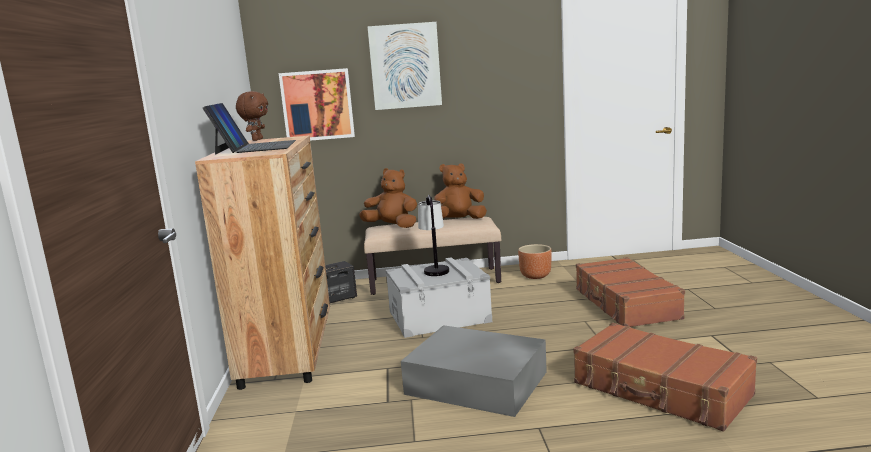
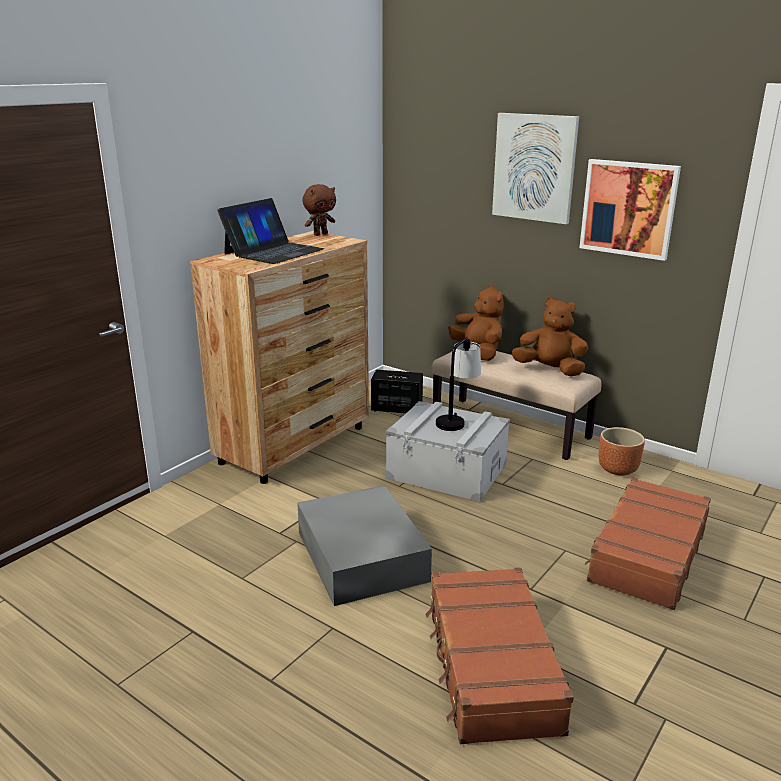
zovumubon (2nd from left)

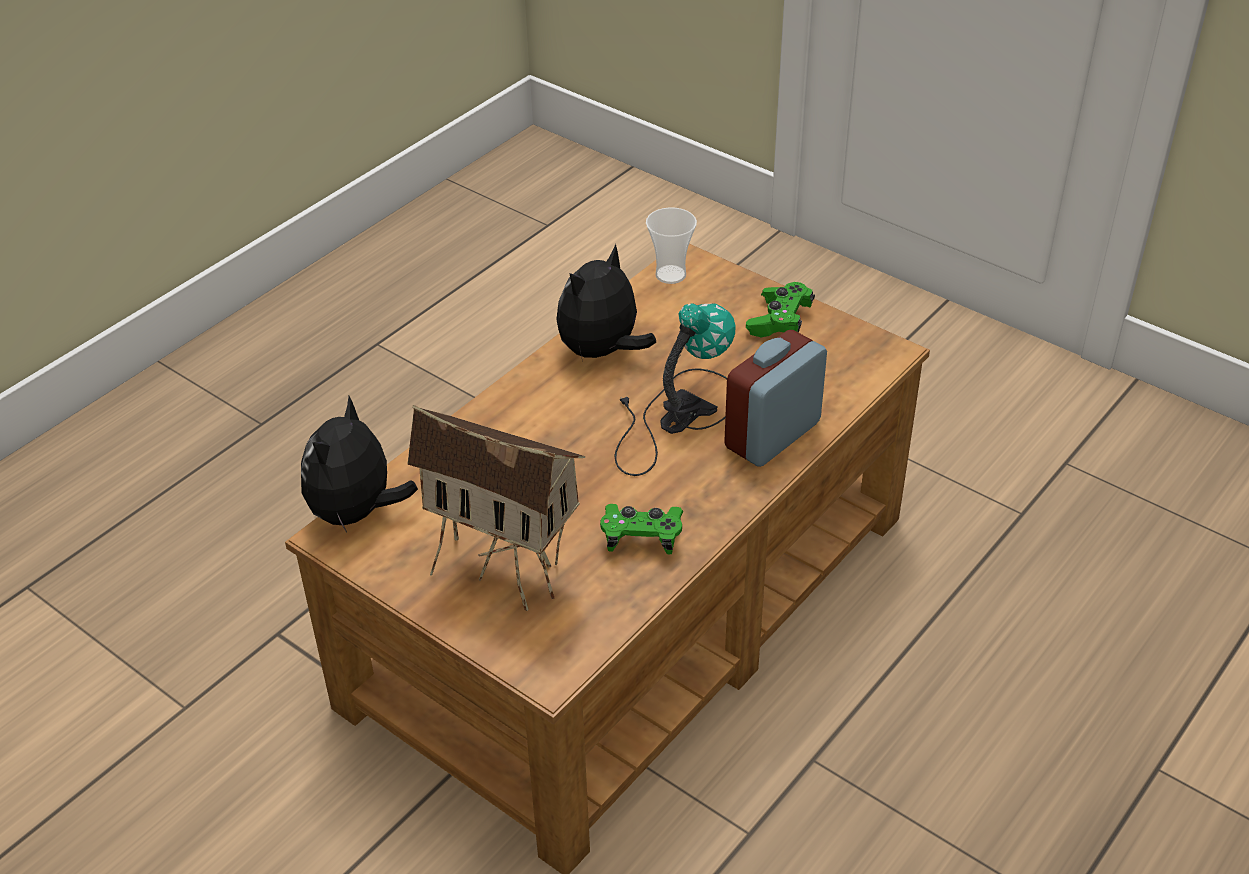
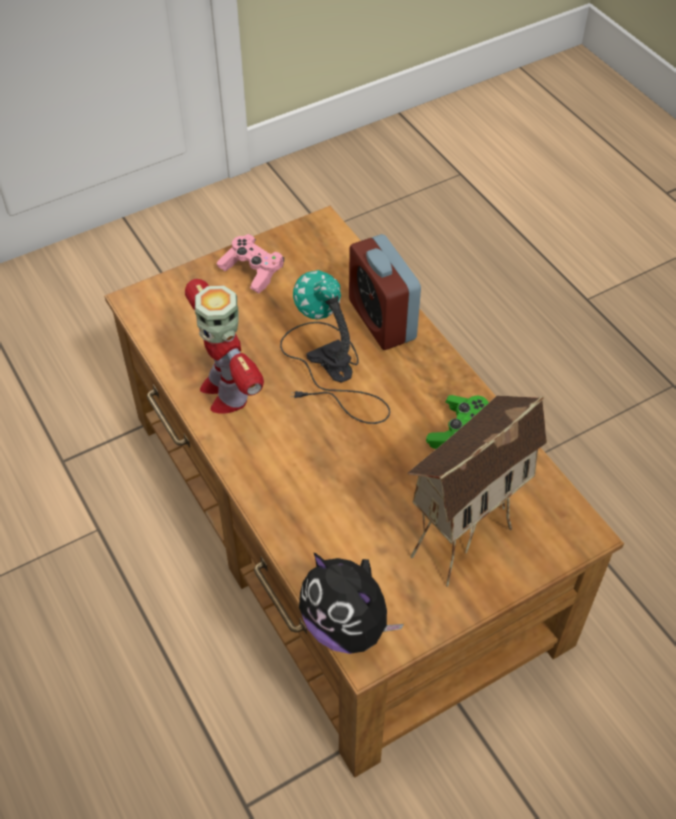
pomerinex
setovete
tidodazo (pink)

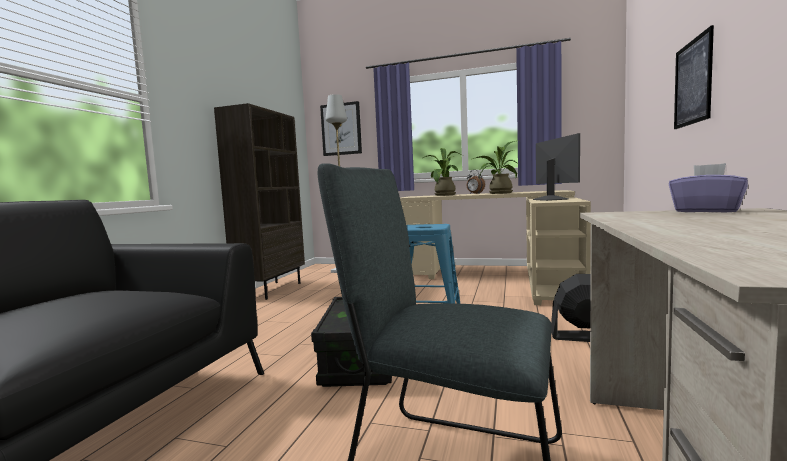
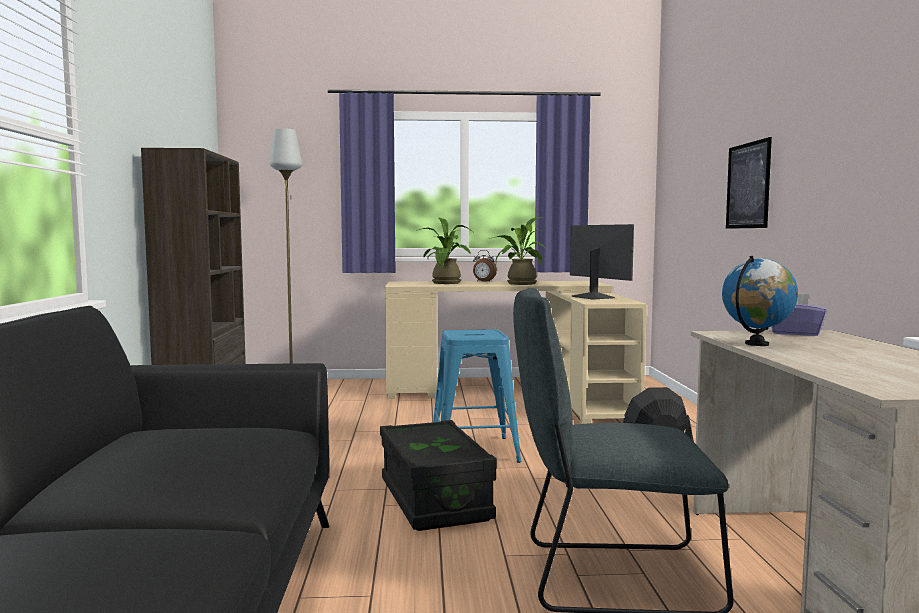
zovumubon (1st from left in the first image)
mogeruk

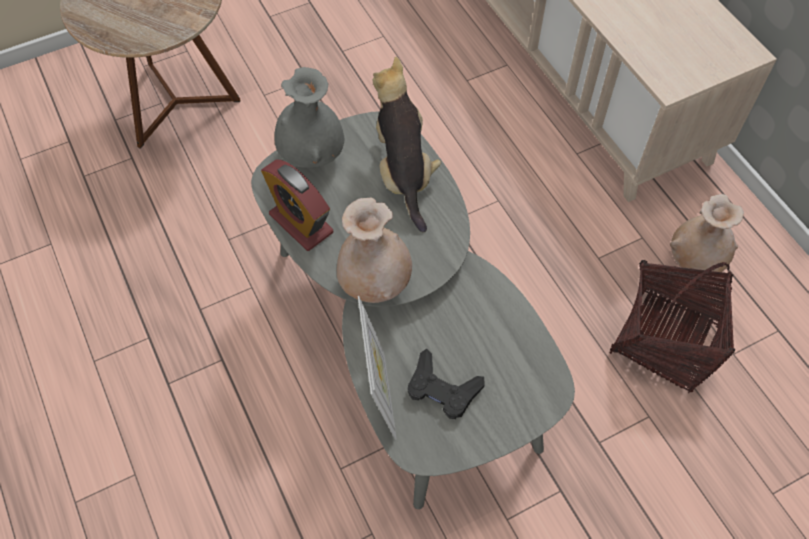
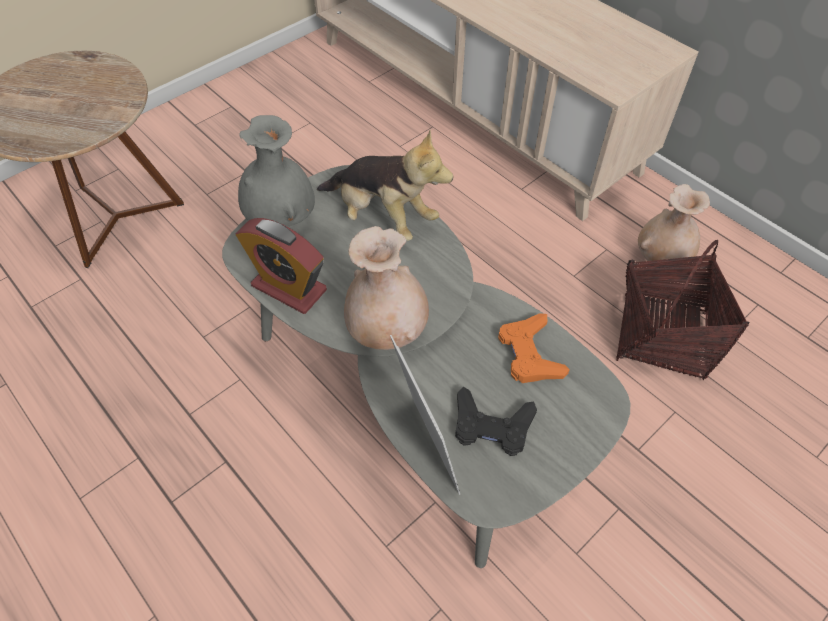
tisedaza
tidodazo (orange)

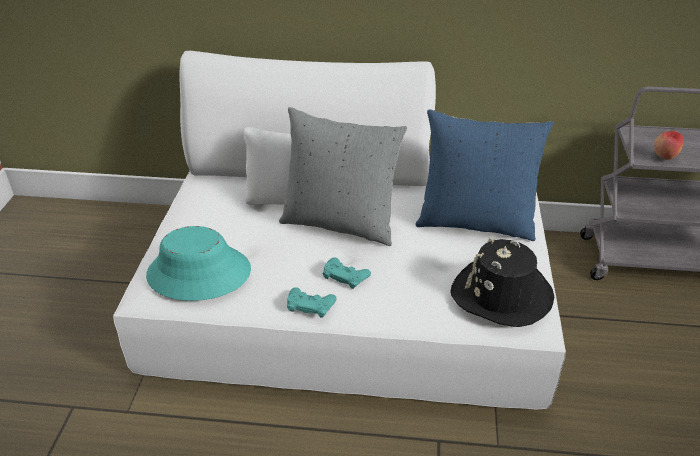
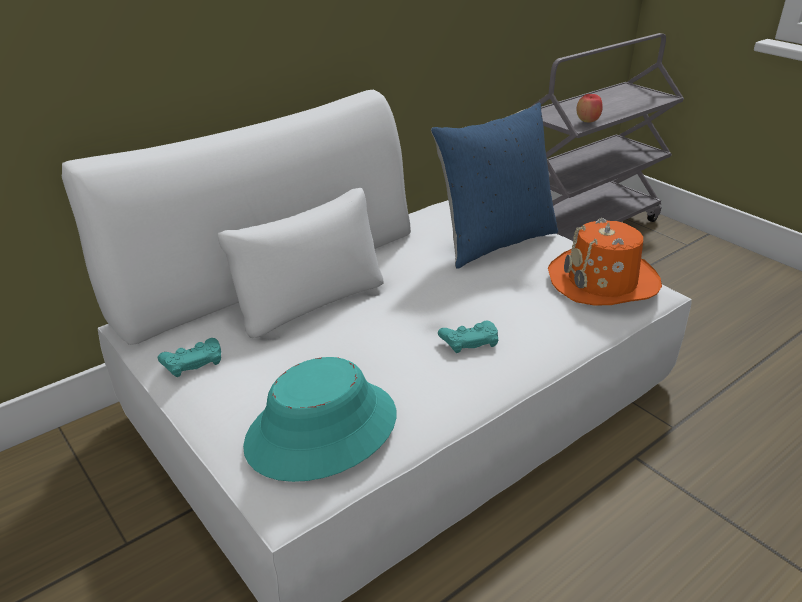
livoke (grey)
tidodazo (turquoise) (1st from left)
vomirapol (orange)

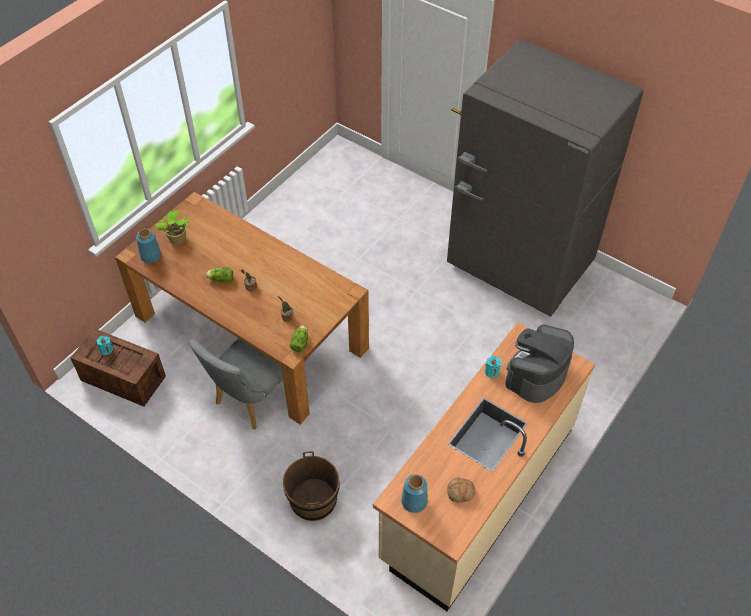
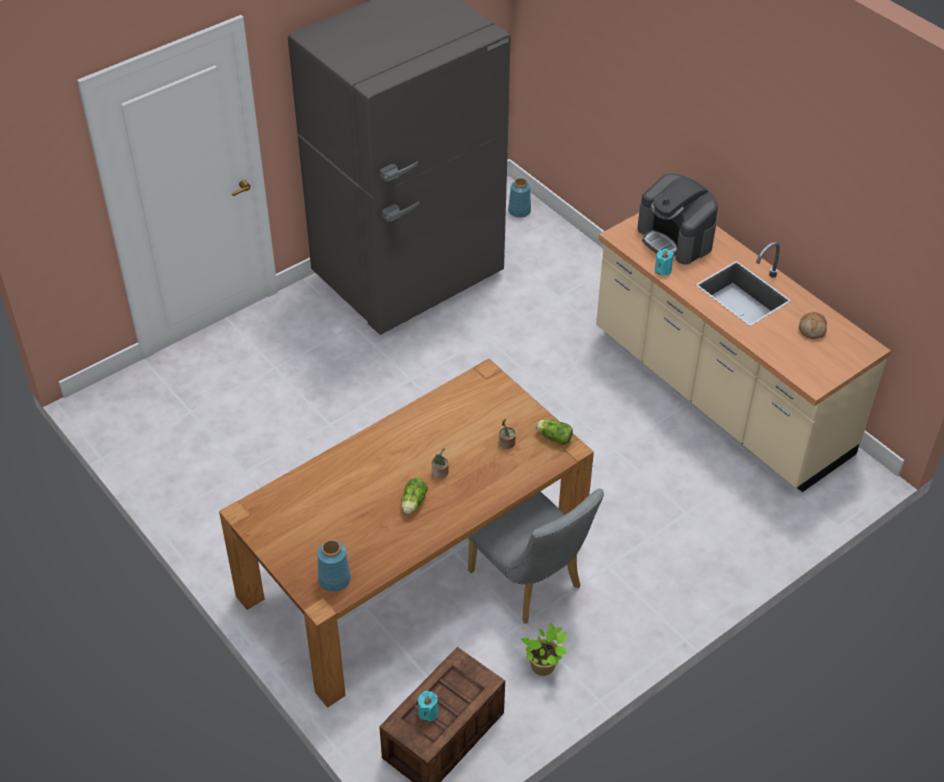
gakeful (3rd from left)
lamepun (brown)
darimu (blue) (2nd from left)

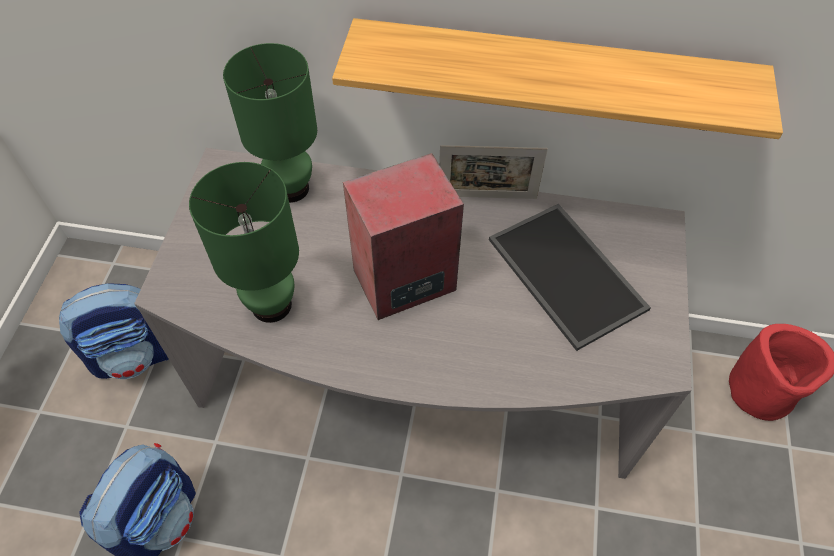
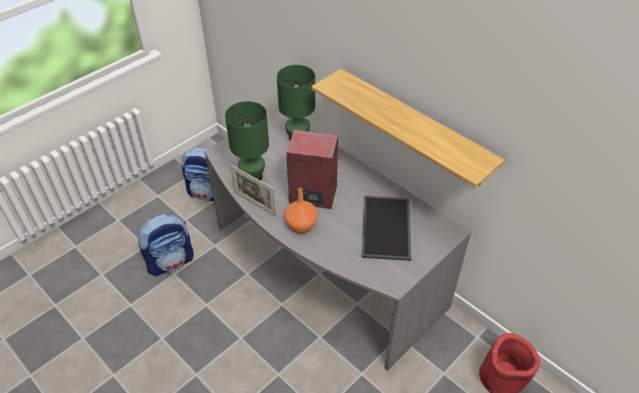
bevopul
darimu (orange)

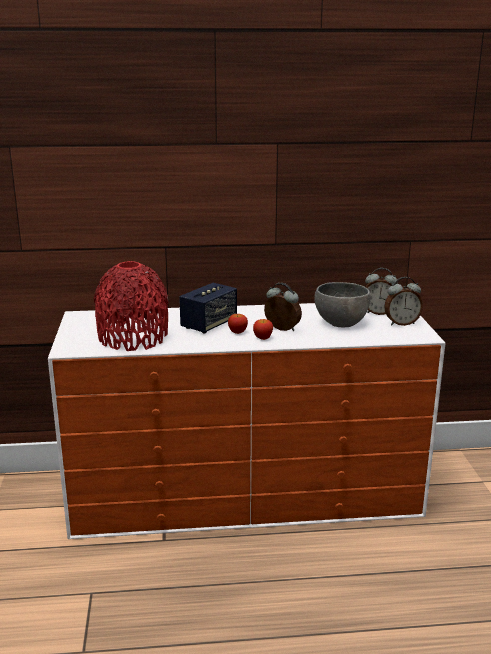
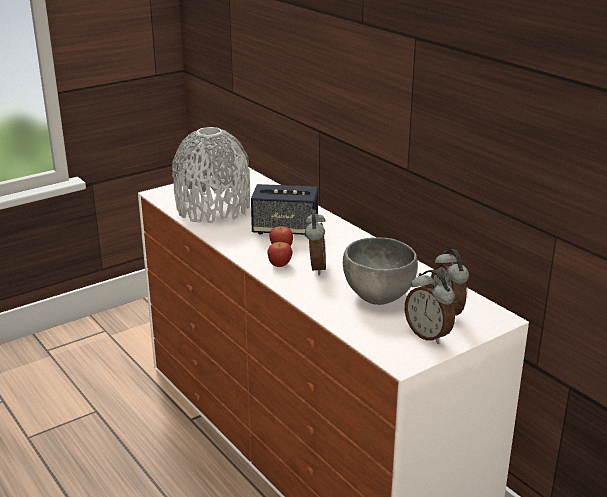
darimu (grey)

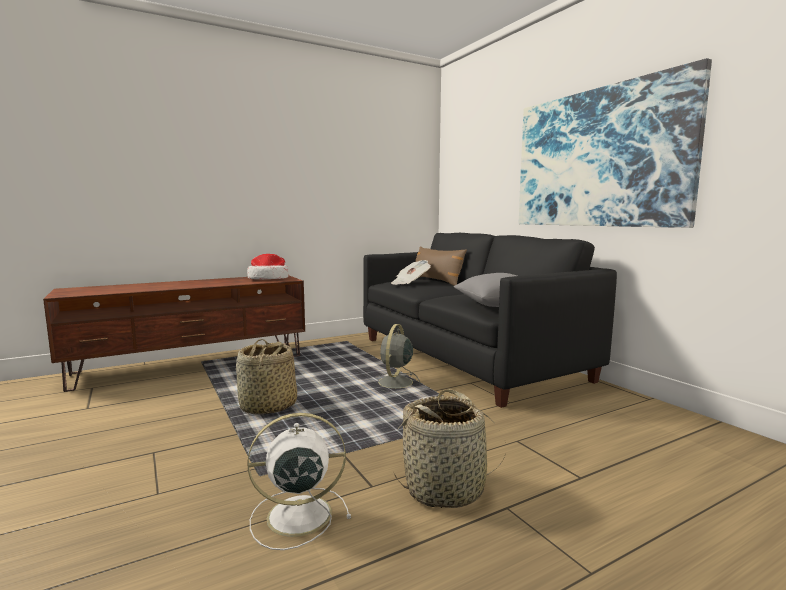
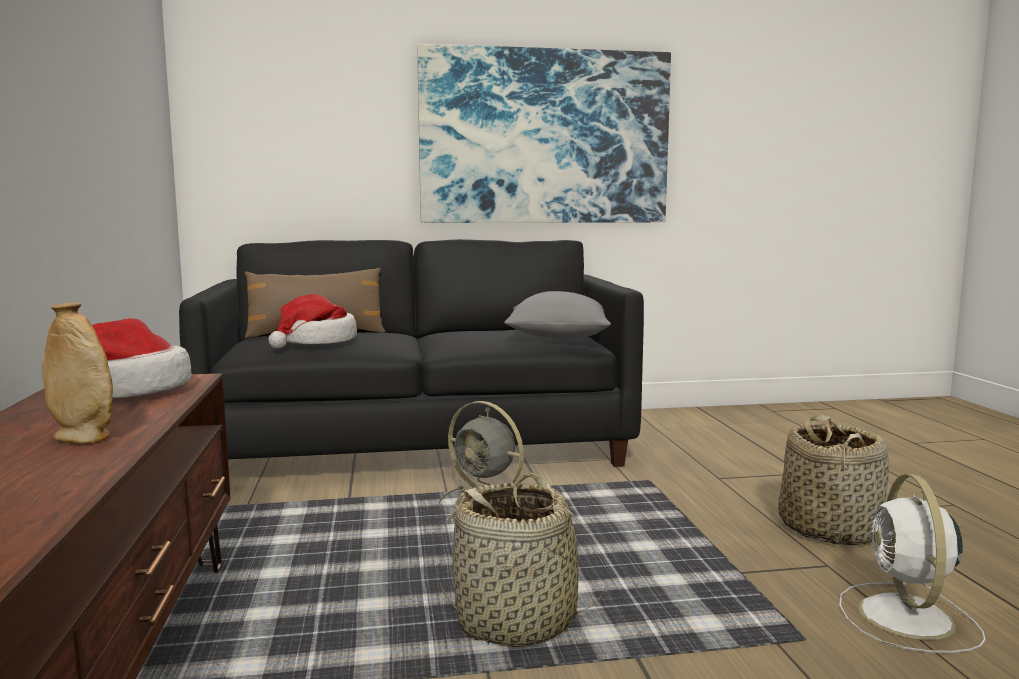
vomirapol (2nd from left)
darimu (beige)

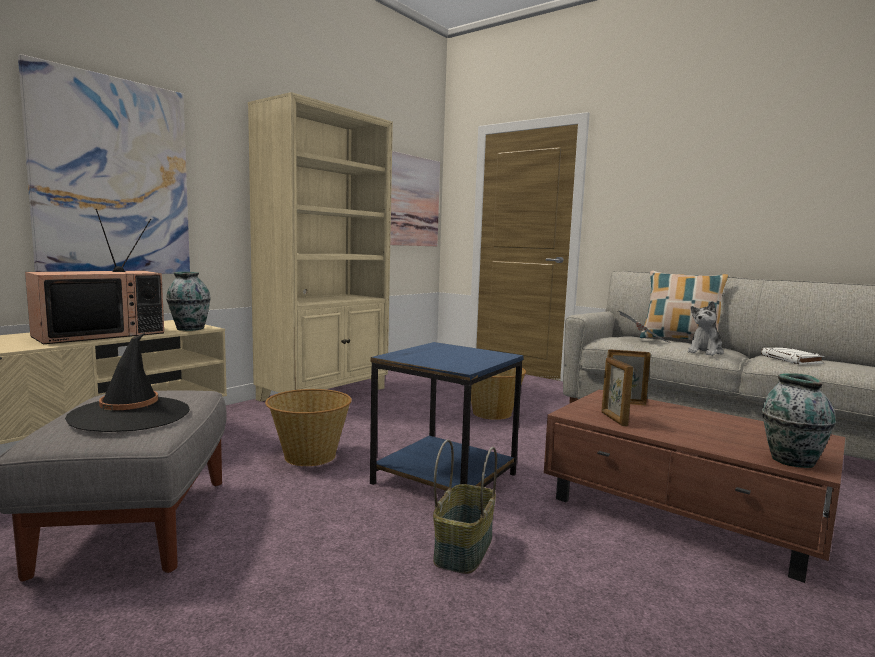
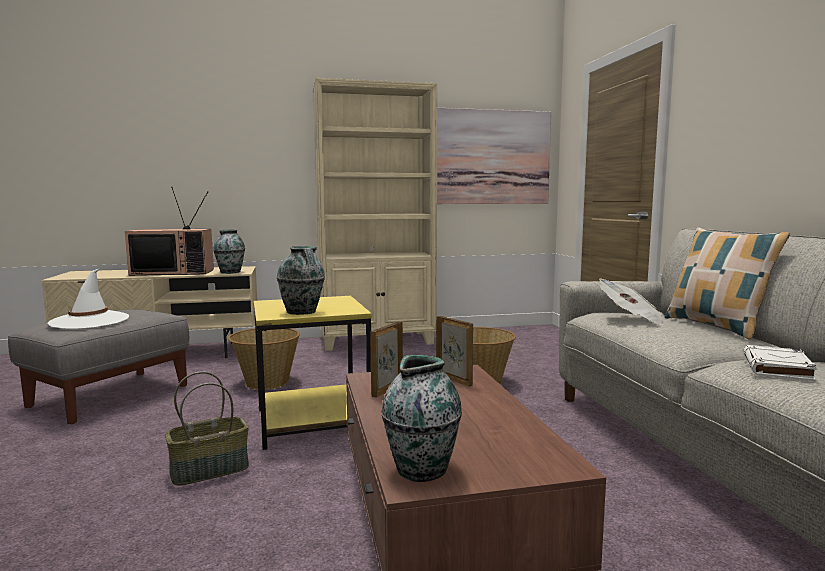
zovumubon (1st from left in the first image)
vomirapol (white)
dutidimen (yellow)
tisedaza
darimu (2nd from left)

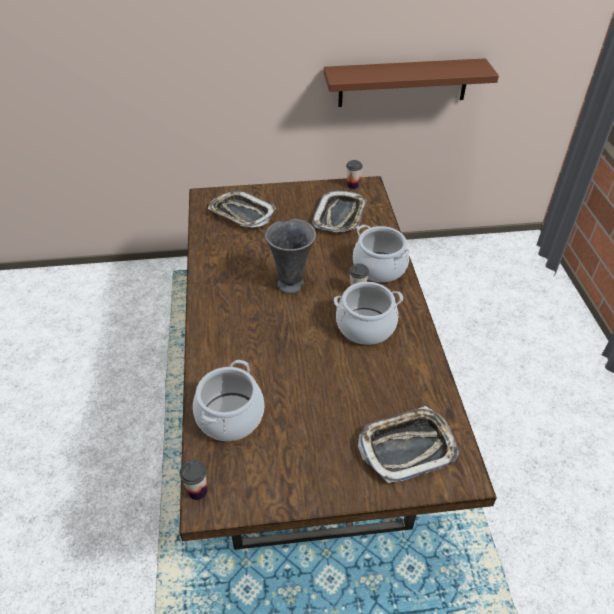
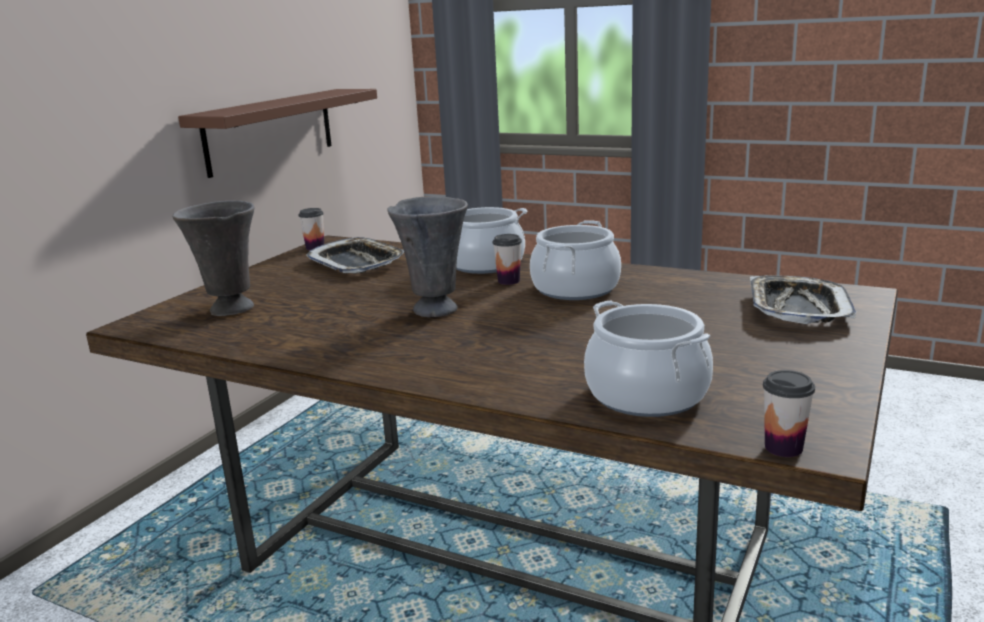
darimu (grey) (1st from left)

